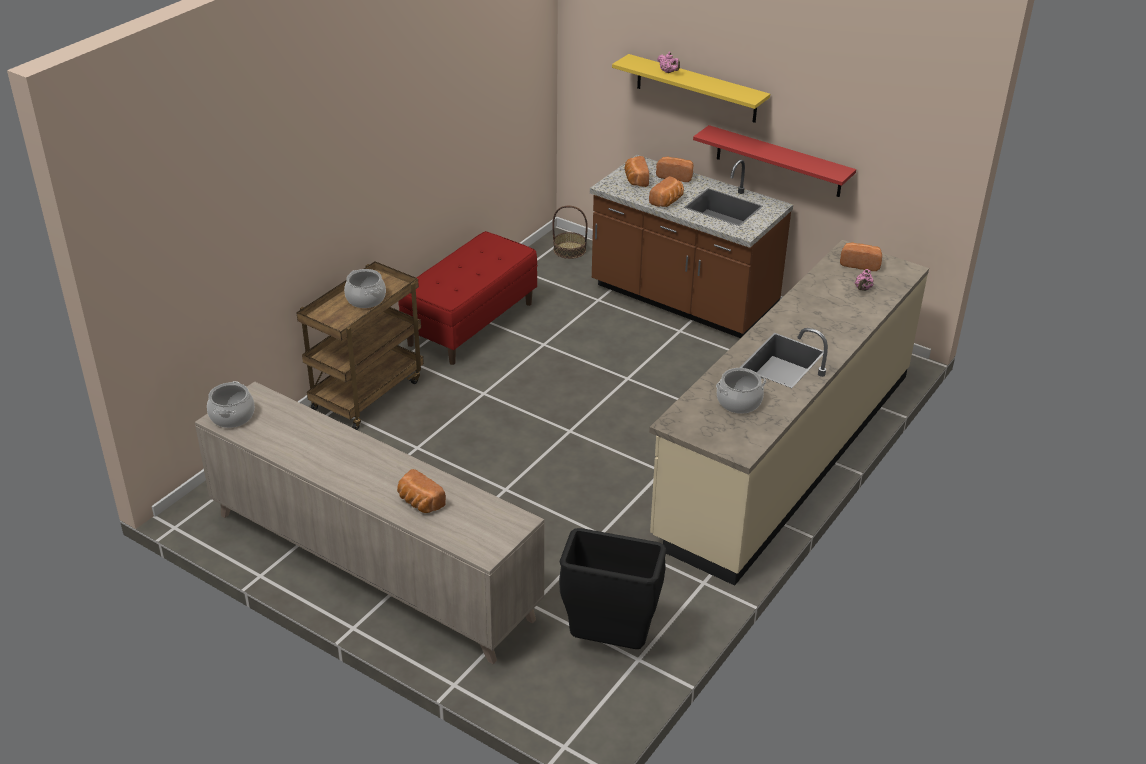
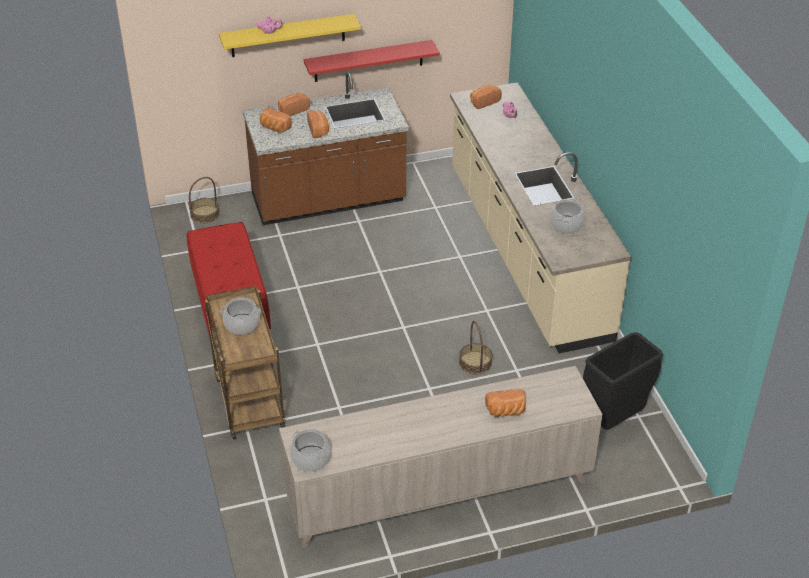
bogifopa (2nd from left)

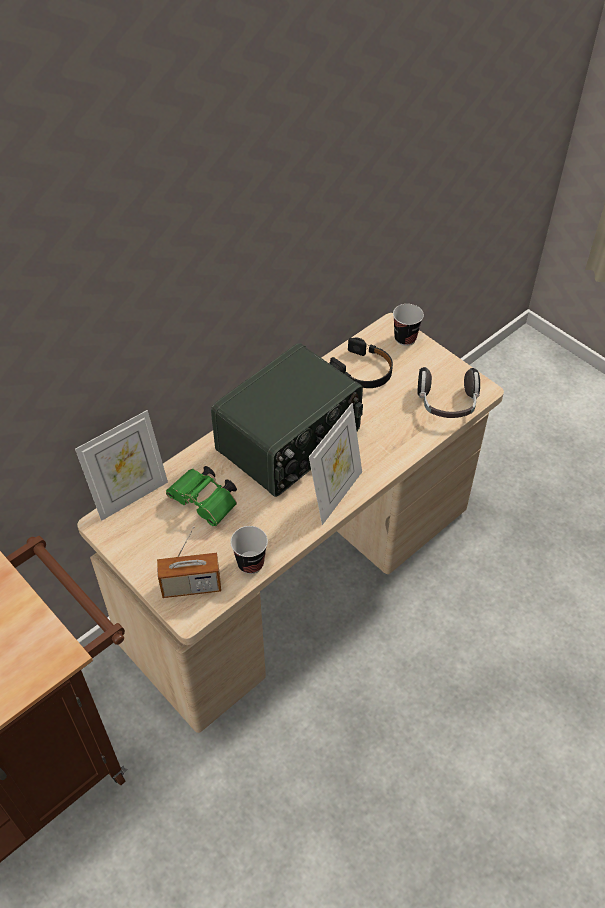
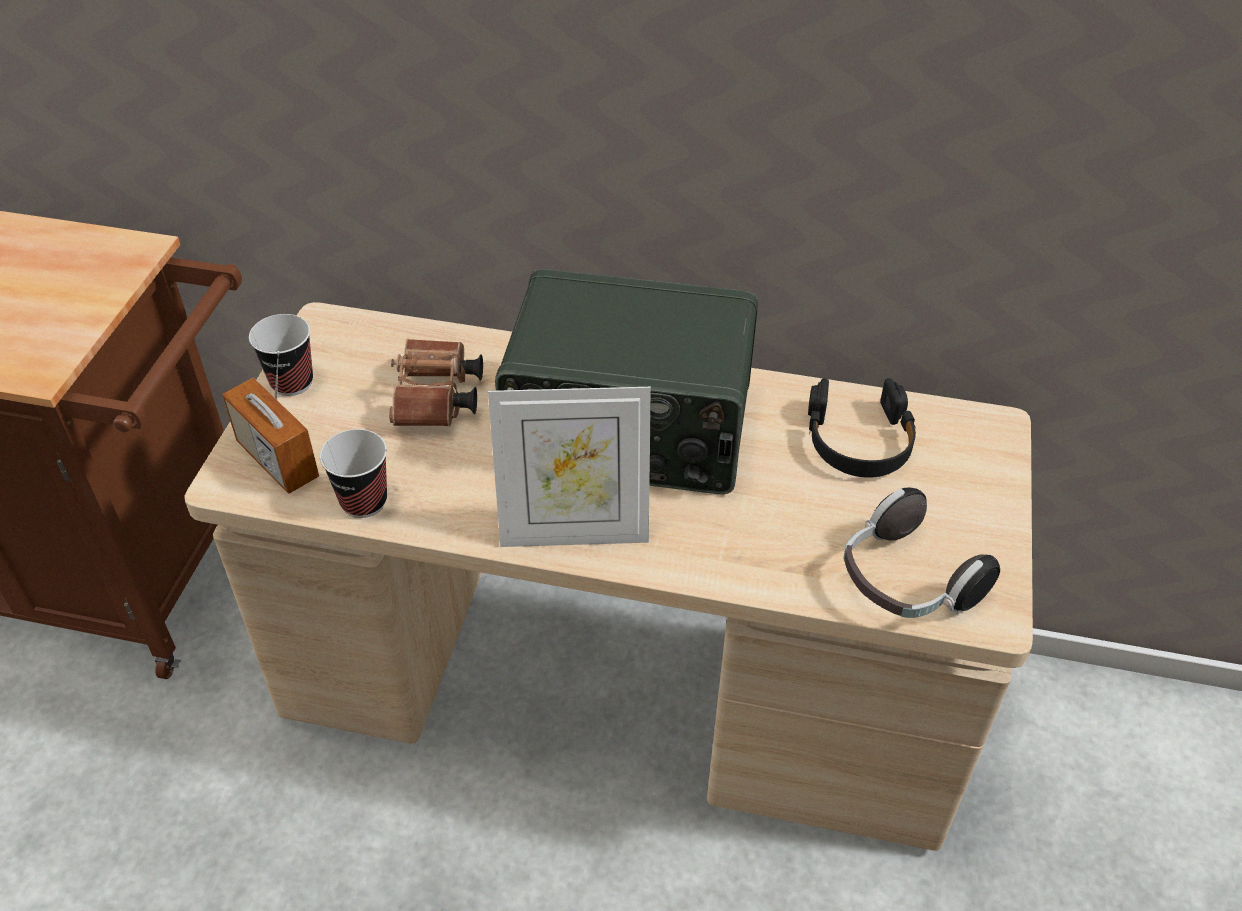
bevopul (1st from left in the first image)
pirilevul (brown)
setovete (1st from left)

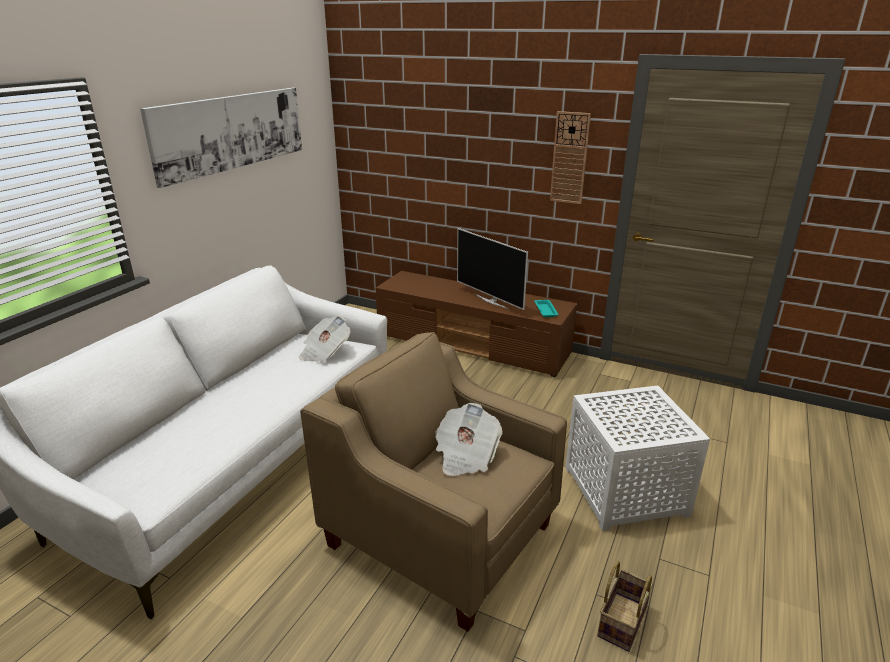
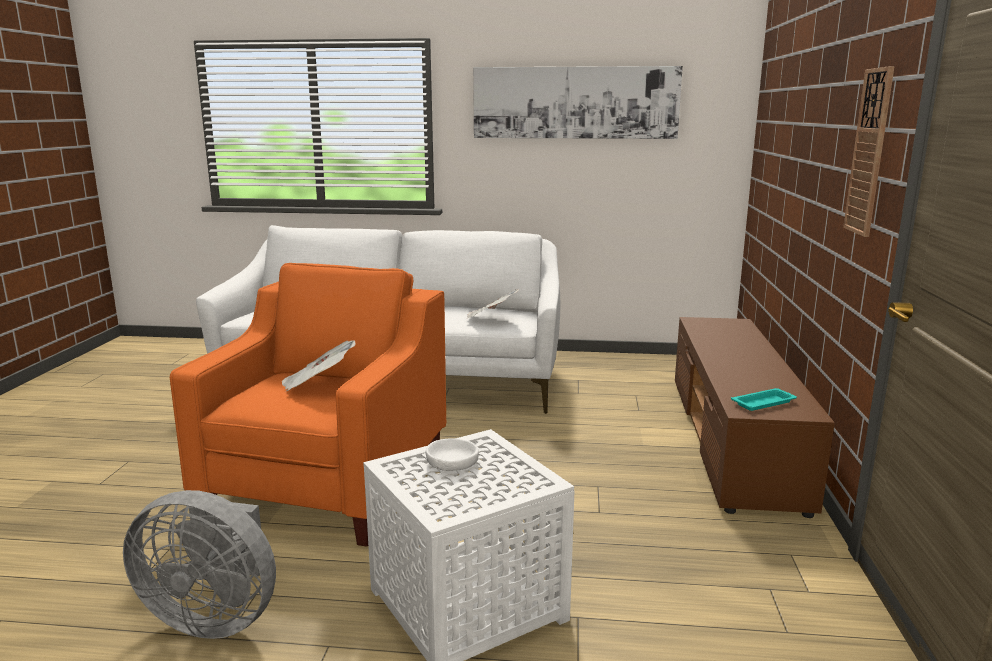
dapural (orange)
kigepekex
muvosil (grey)
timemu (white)

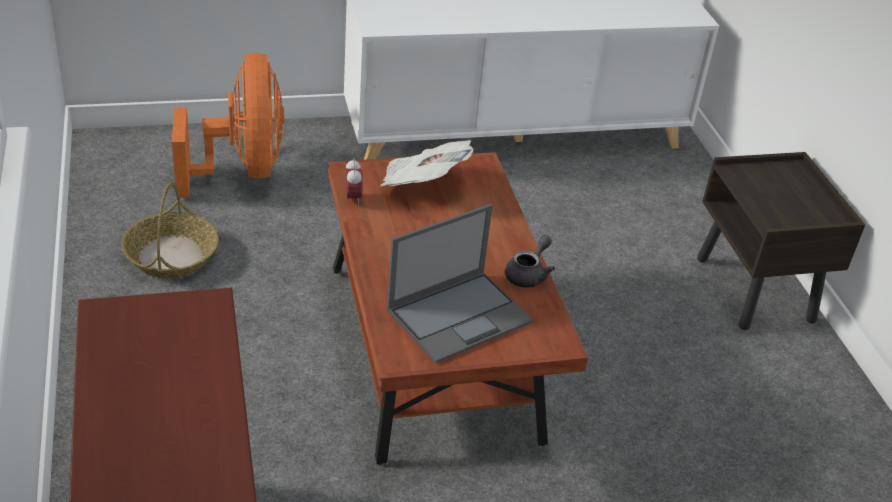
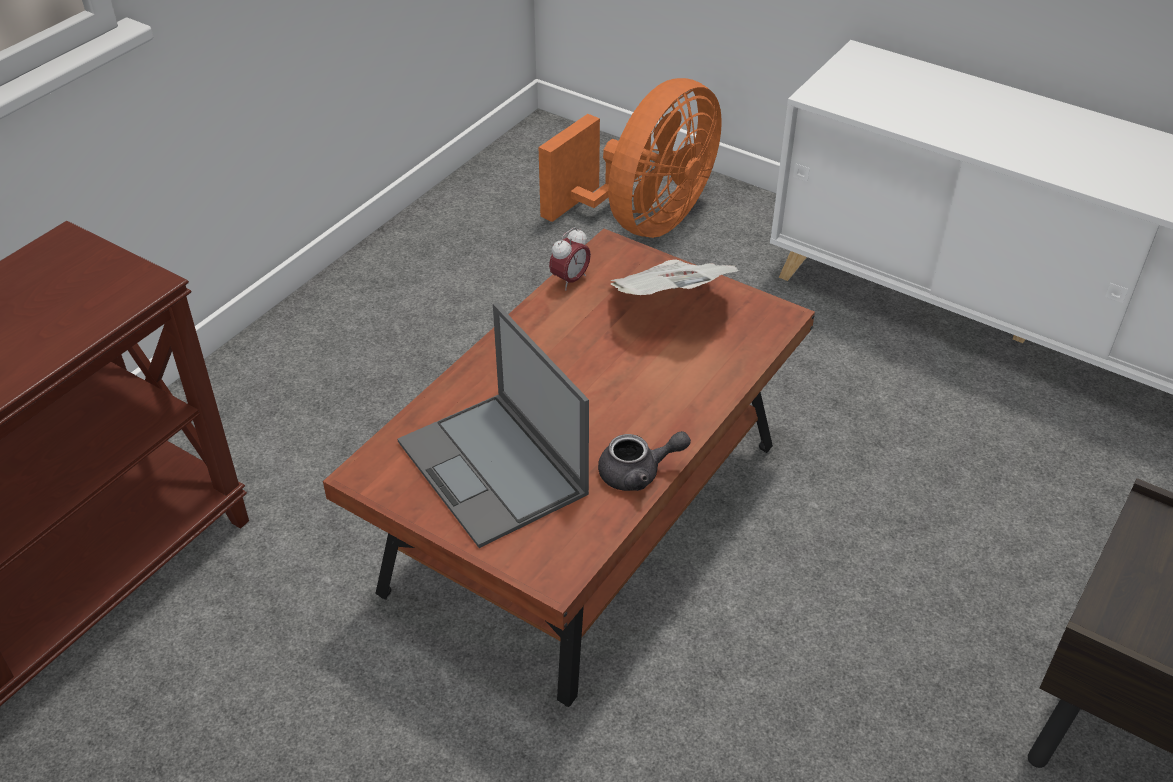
bogifopa
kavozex

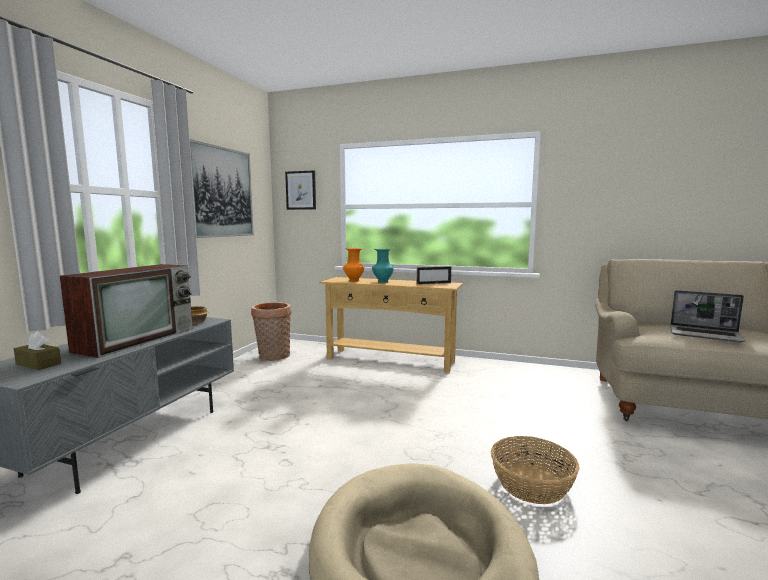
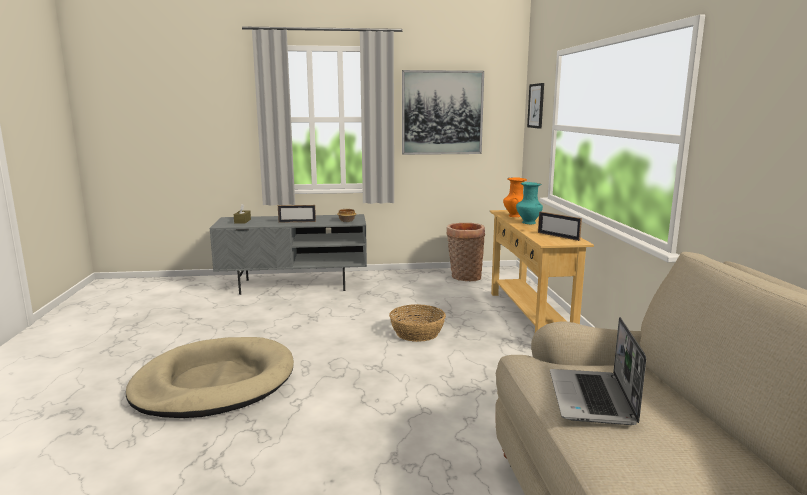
bevopul (1st from left)
bogifopa (1st from left)

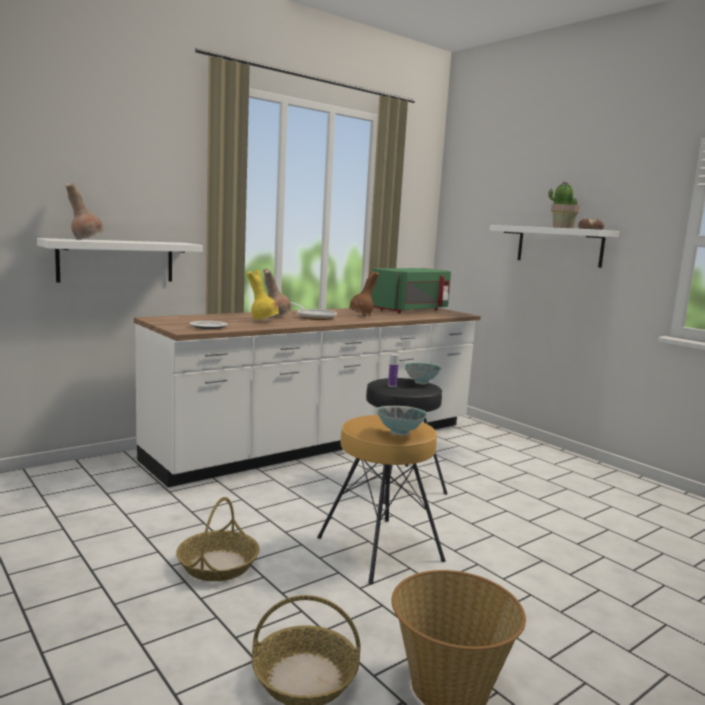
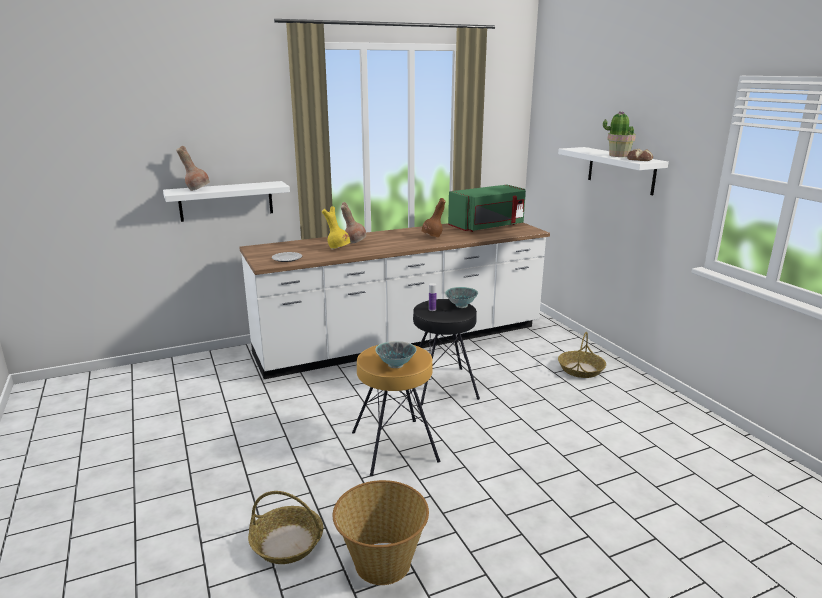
bogifopa (3rd from left)
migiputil

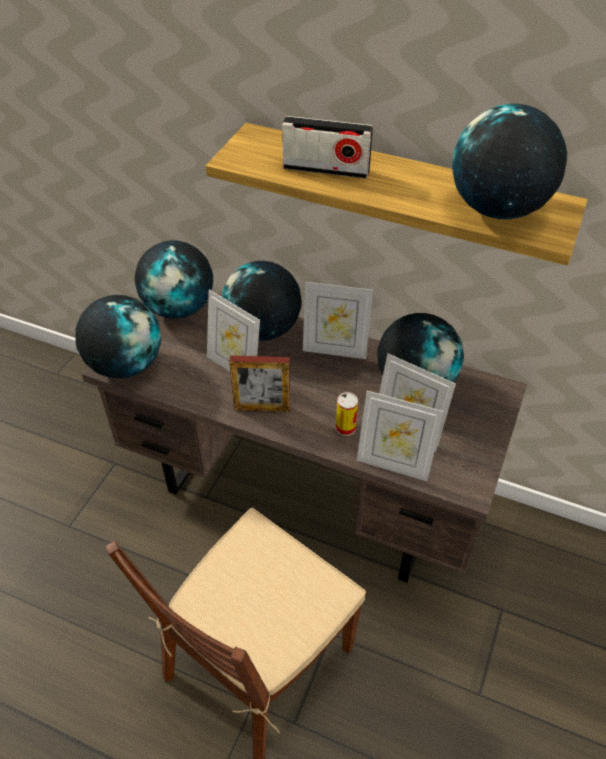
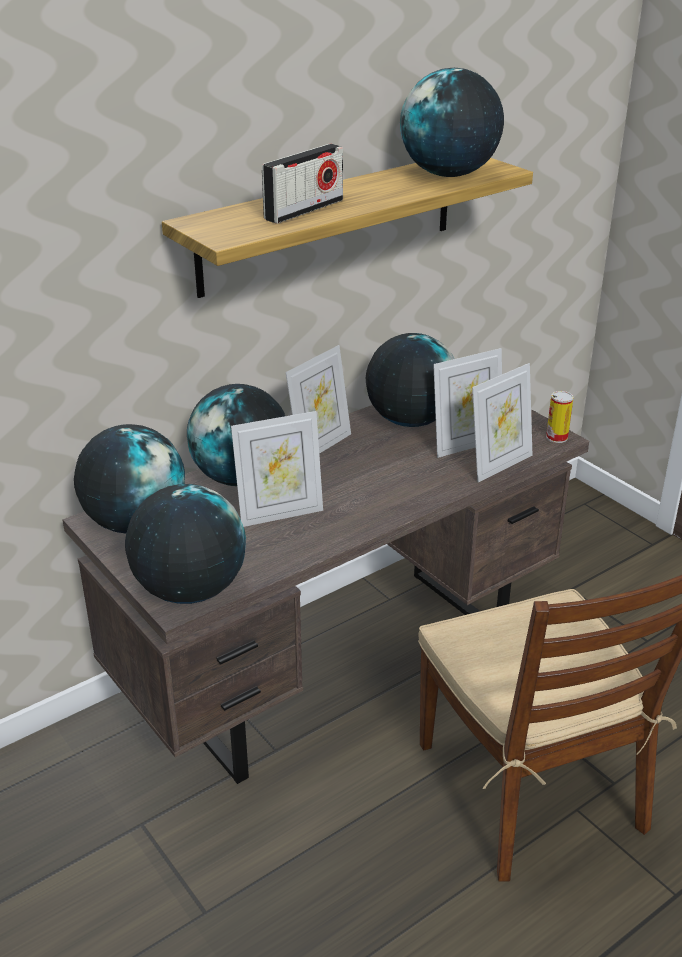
bevopul (2nd from left in the first image)
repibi

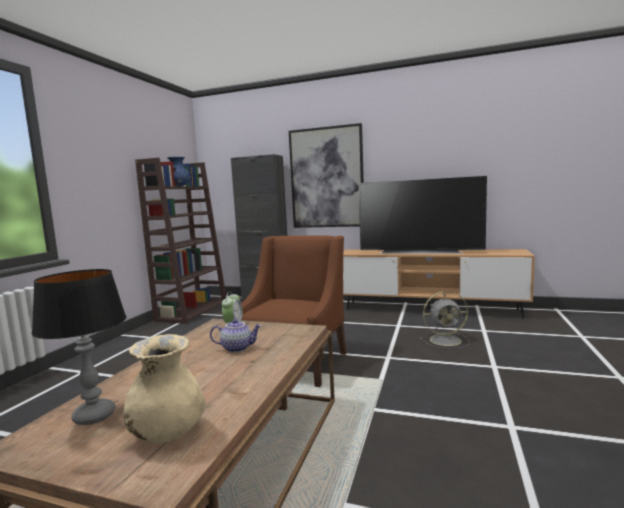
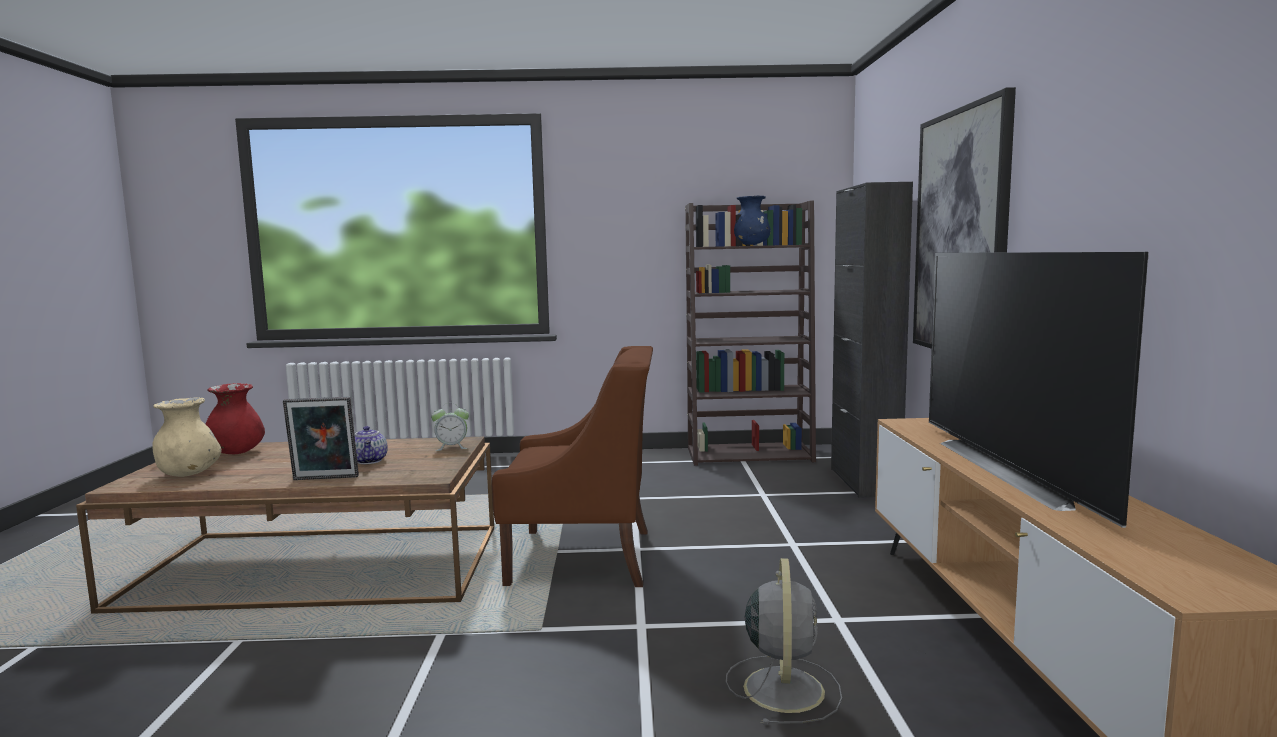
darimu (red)
muvosil (grey)
bevopul

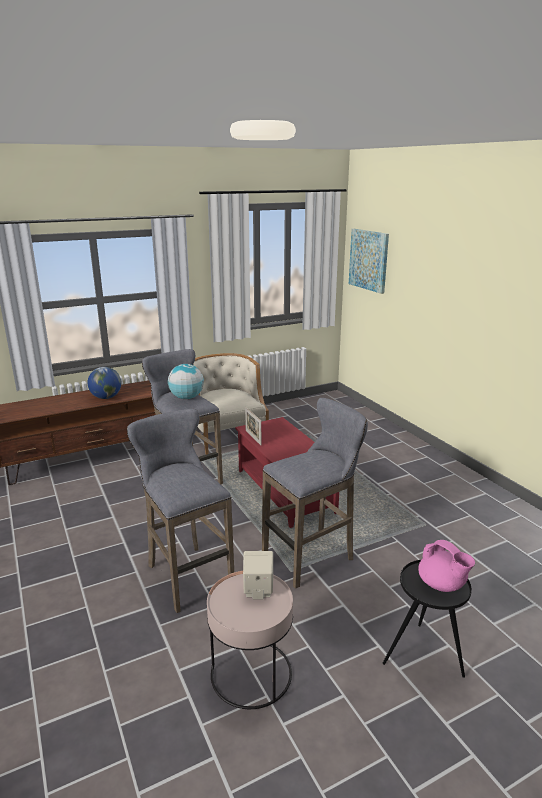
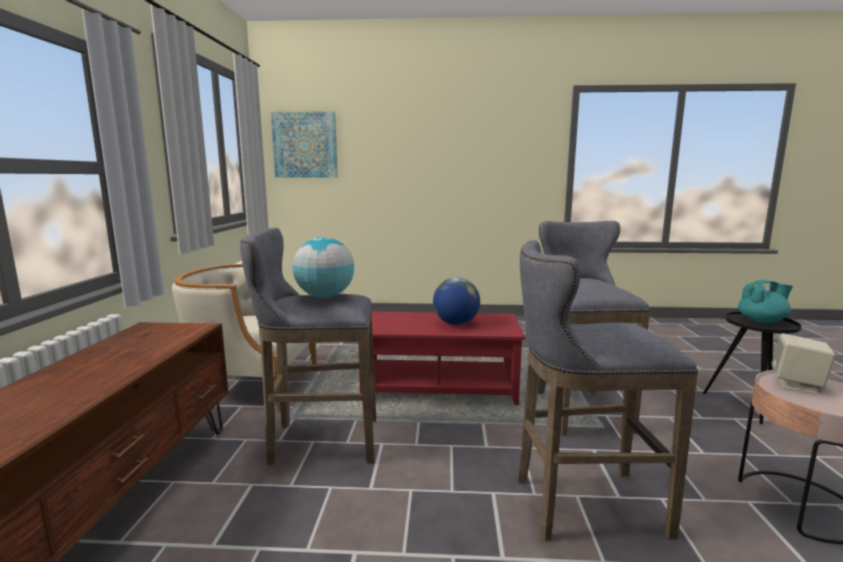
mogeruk (2nd from left)
bevopul
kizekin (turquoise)

